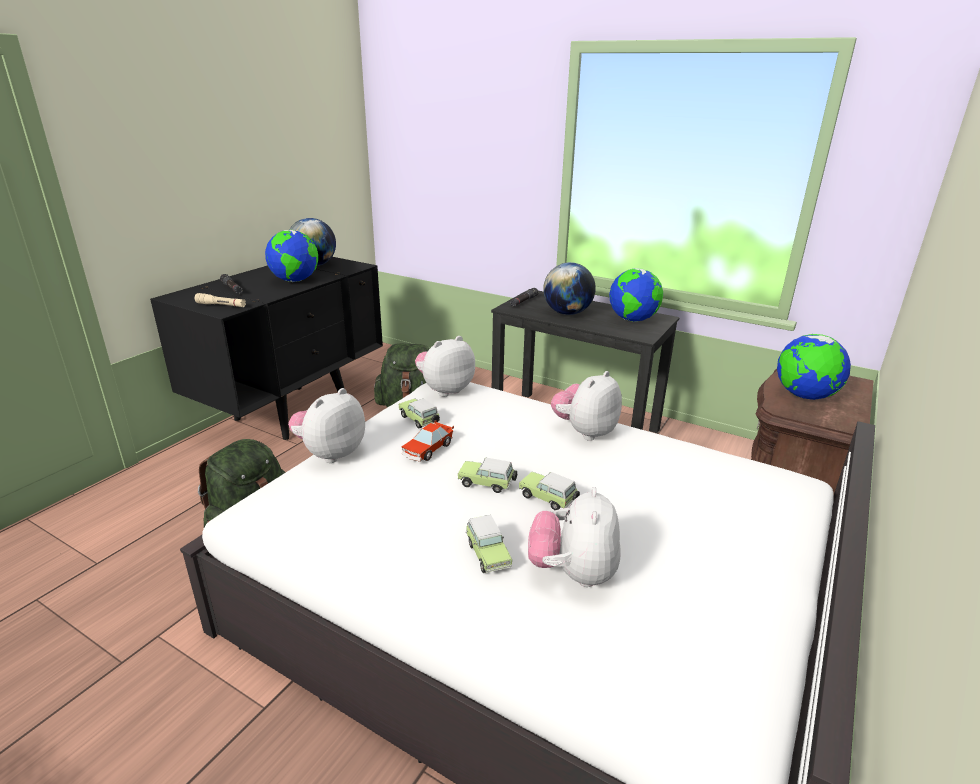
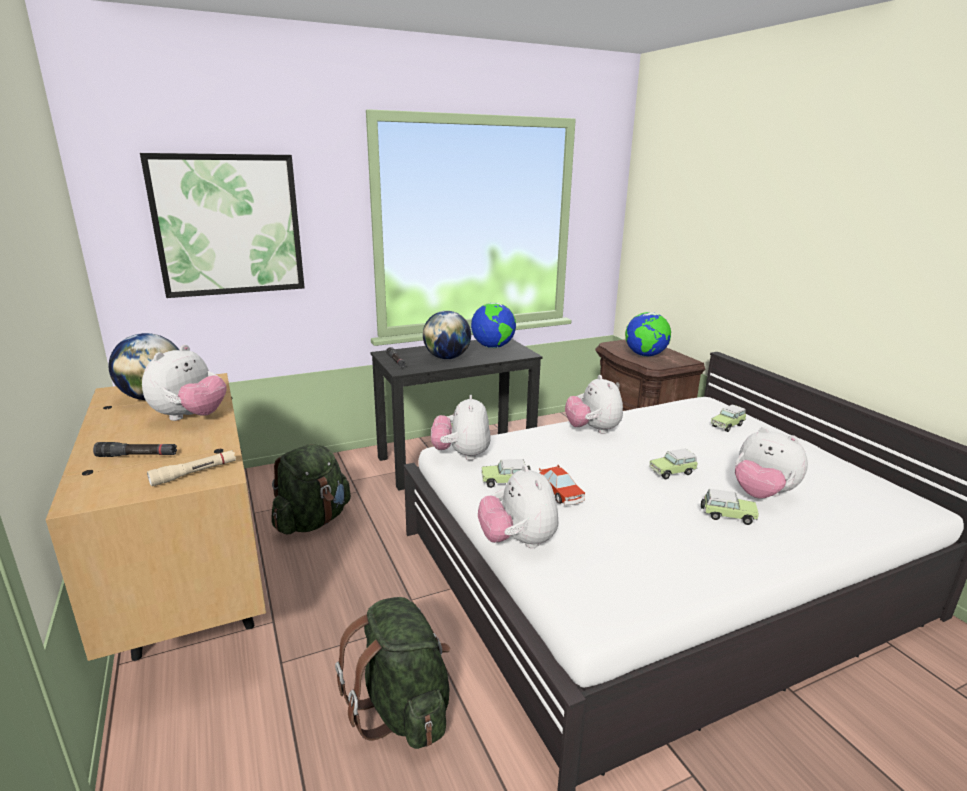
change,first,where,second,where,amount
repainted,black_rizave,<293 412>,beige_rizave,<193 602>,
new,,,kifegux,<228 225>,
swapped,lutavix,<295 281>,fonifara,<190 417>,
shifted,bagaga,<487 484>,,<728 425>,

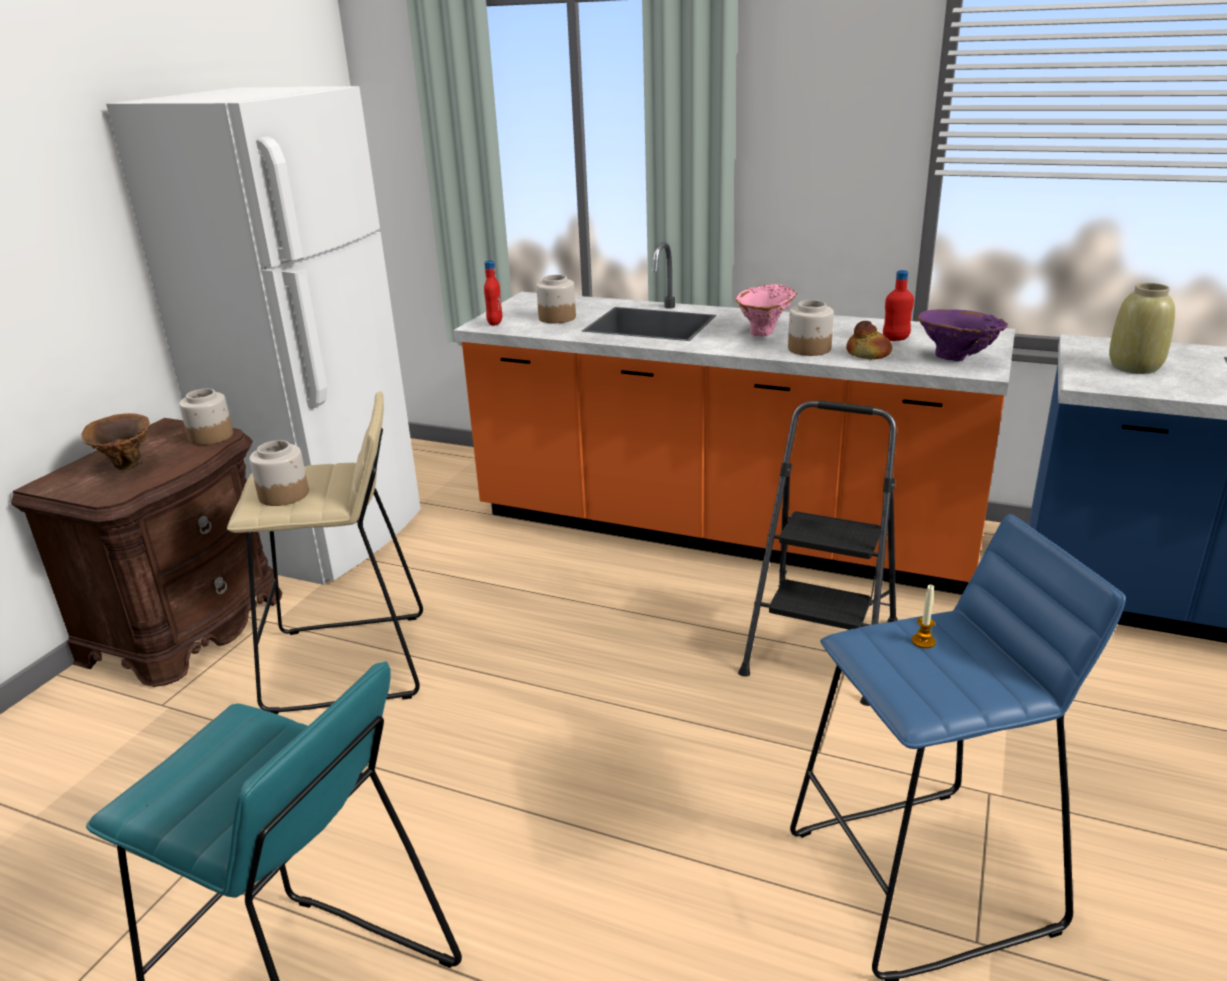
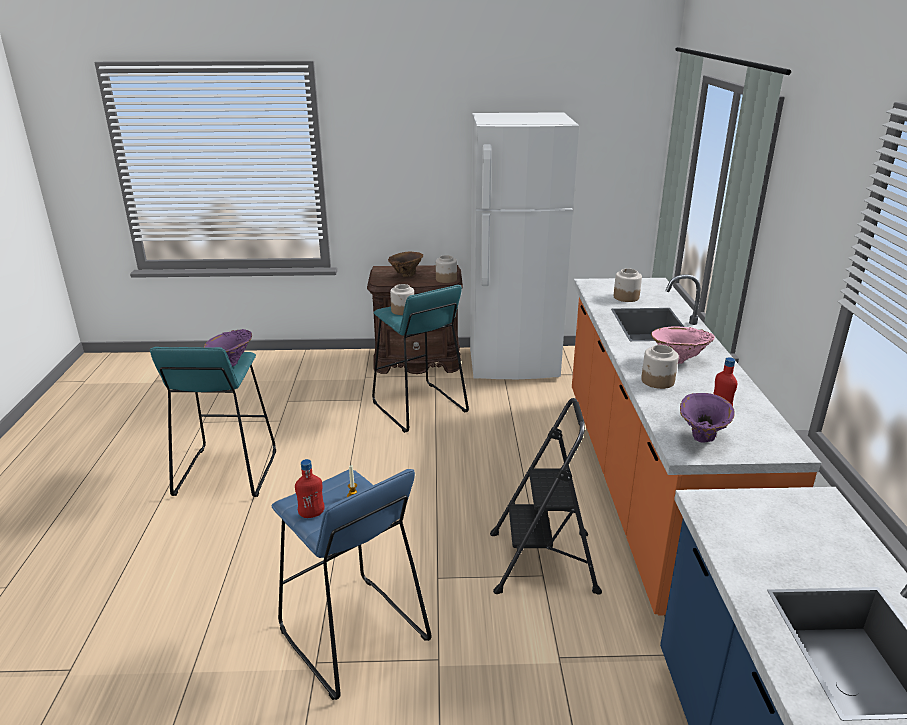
change,first,where,second,where,amount
new,,,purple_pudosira,<232 363>,
shifted,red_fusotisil,<495 323>,,<311 514>,
repainted,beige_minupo,<350 663>,turquoise_minupo,<418 408>,
gone,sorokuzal,<869 353>,,,
gone,beige_pudosira,<1134 367>,,,

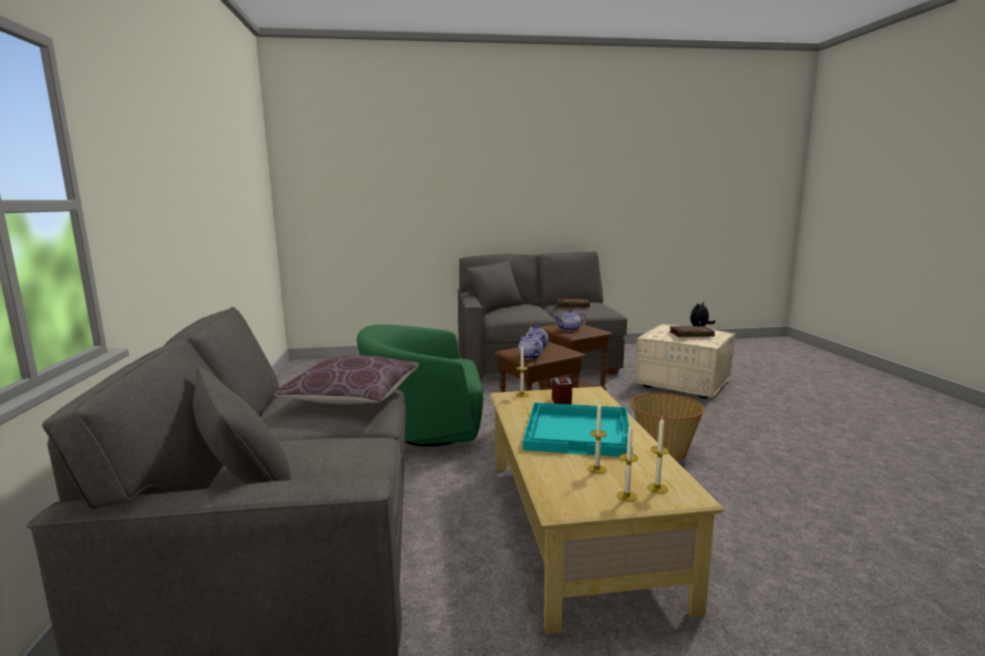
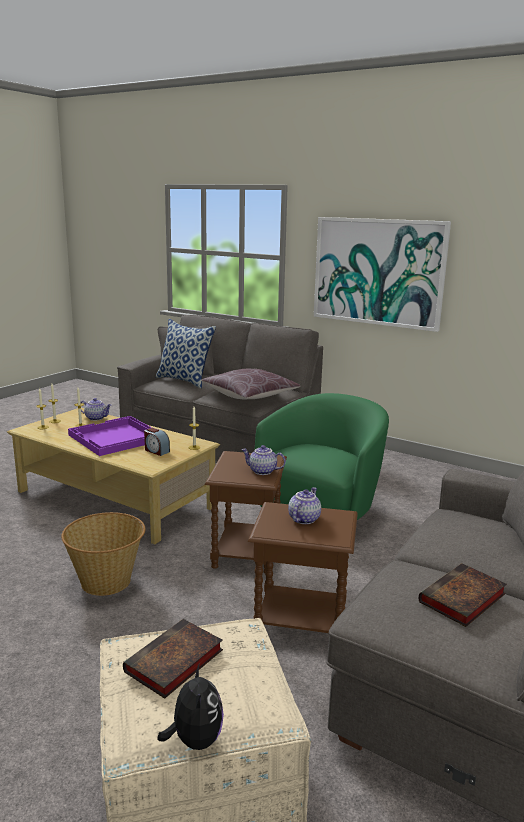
change,first,where,second,where,amount
repainted,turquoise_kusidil,<579 431>,purple_kusidil,<115 438>,
shifted,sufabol,<529 357>,,<96 418>,
new,,,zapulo,<185 380>,
new,,,kifegux,<378 272>,

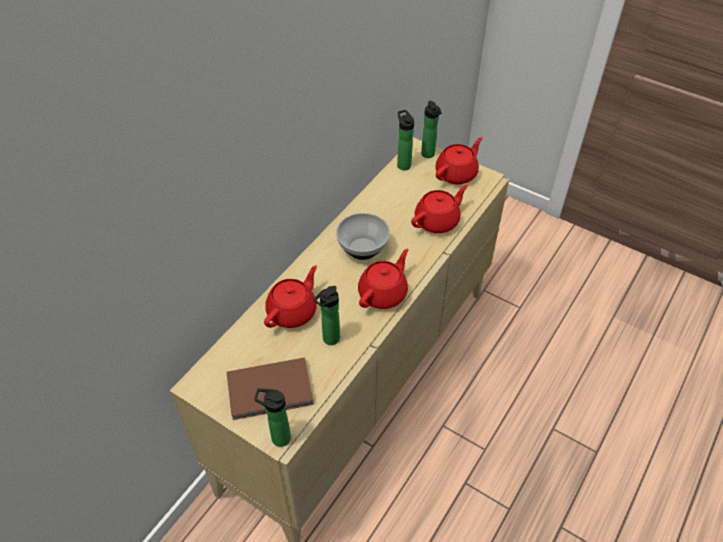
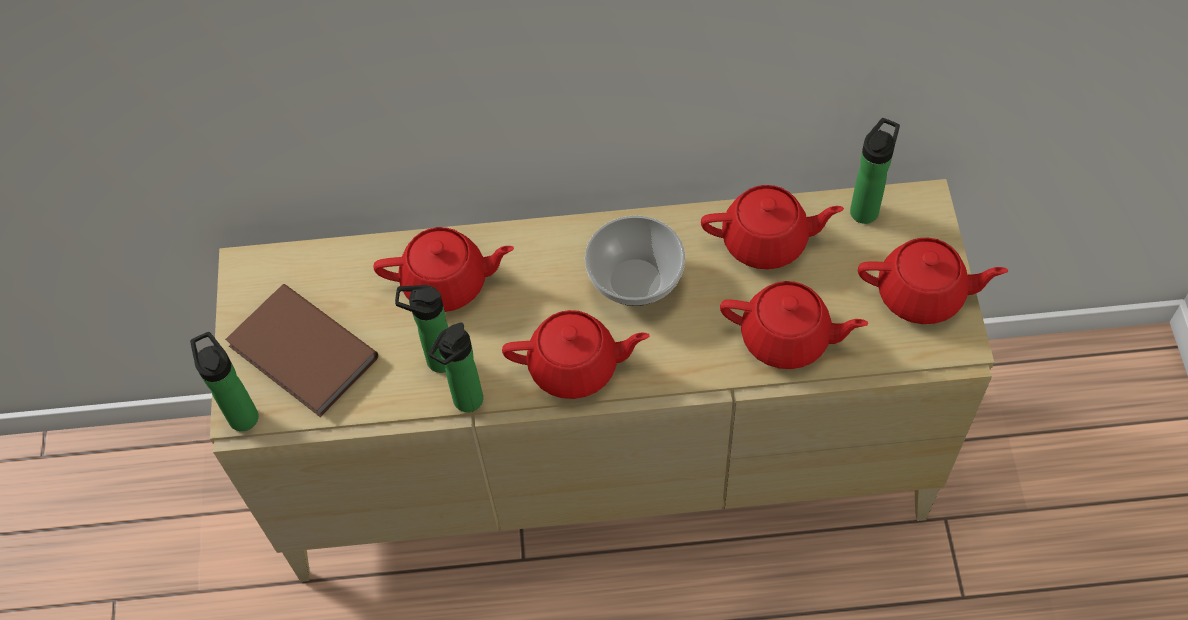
change,first,where,second,where,amount
shifted,fusotisil,<429 155>,,<465 403>,
new,,,red_sufabol,<766 241>,

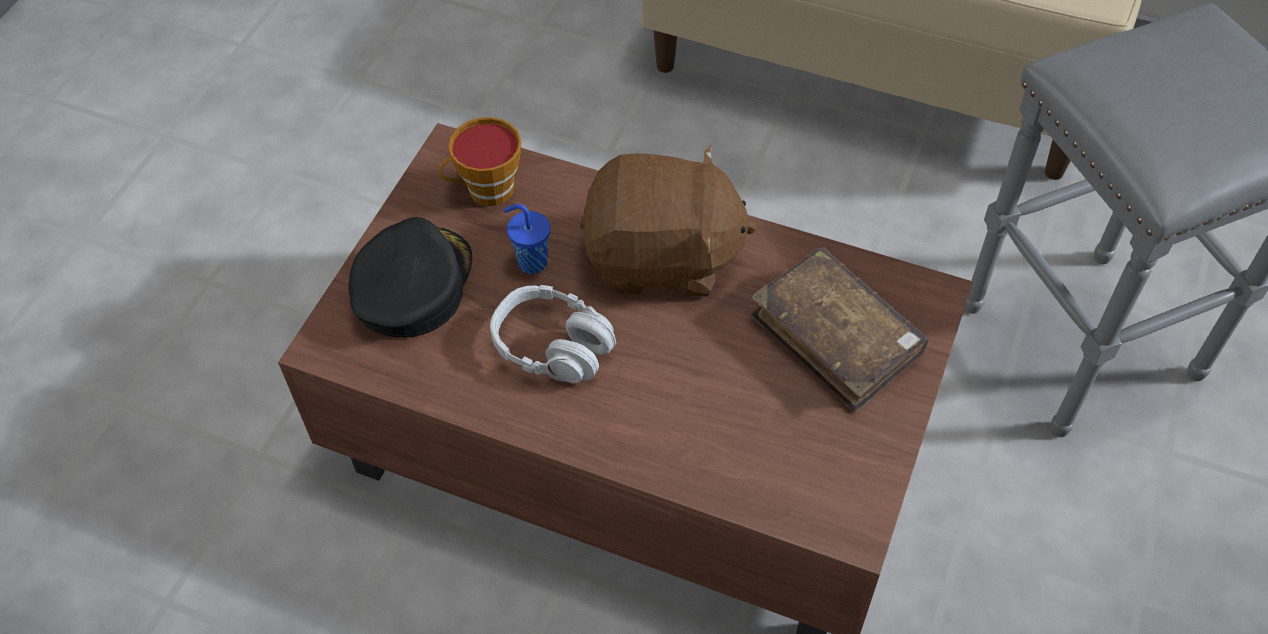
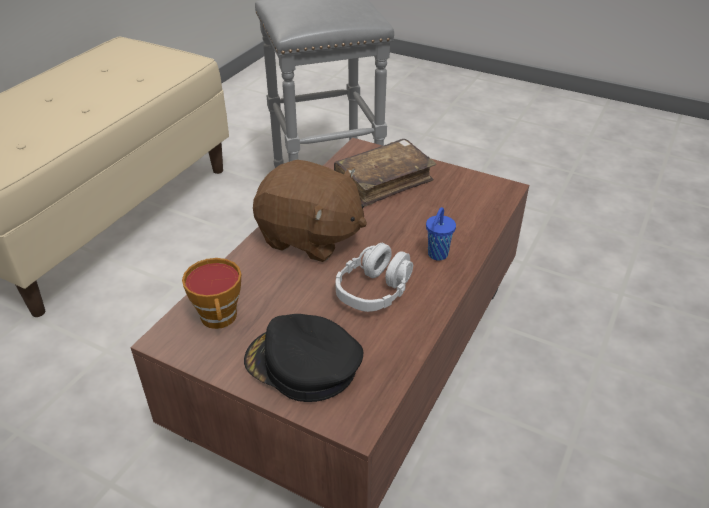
change,first,where,second,where,amount
rotated,brown_fonifara,<662 258>,,<310 237>,105 degrees clockwise
shifted,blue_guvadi,<530 262>,,<437 255>,

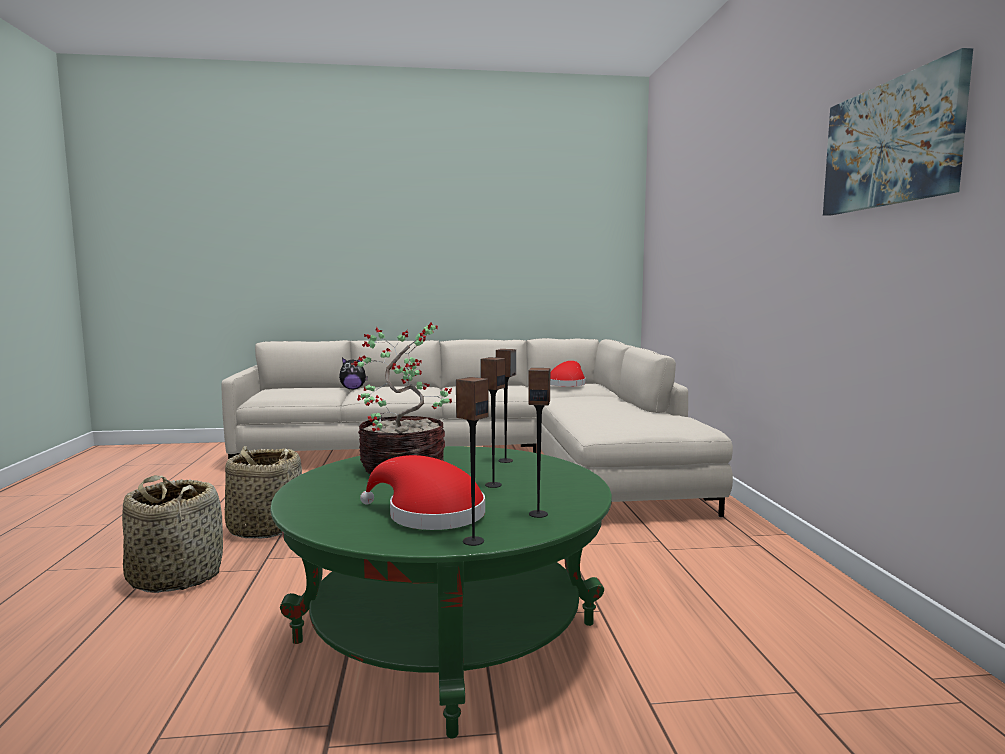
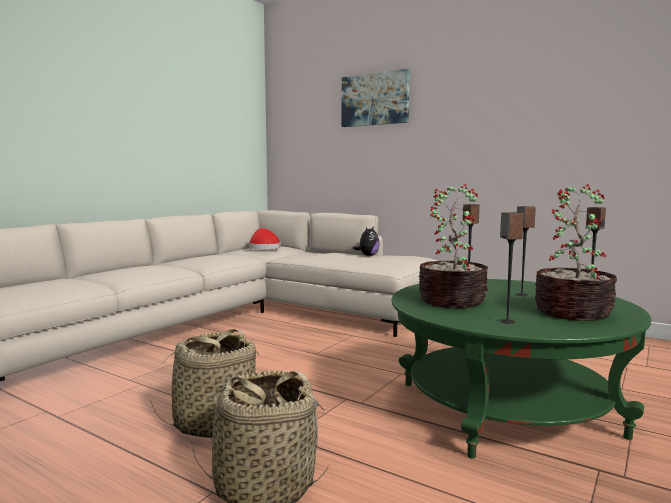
change,first,where,second,where,amount
shifted,kifegux,<891 144>,,<375 99>,
shifted,fonifara,<353 389>,,<368 255>,
shifted,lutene,<473 541>,,<506 321>,
swapped,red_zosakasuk,<429 514>,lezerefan,<571 311>,

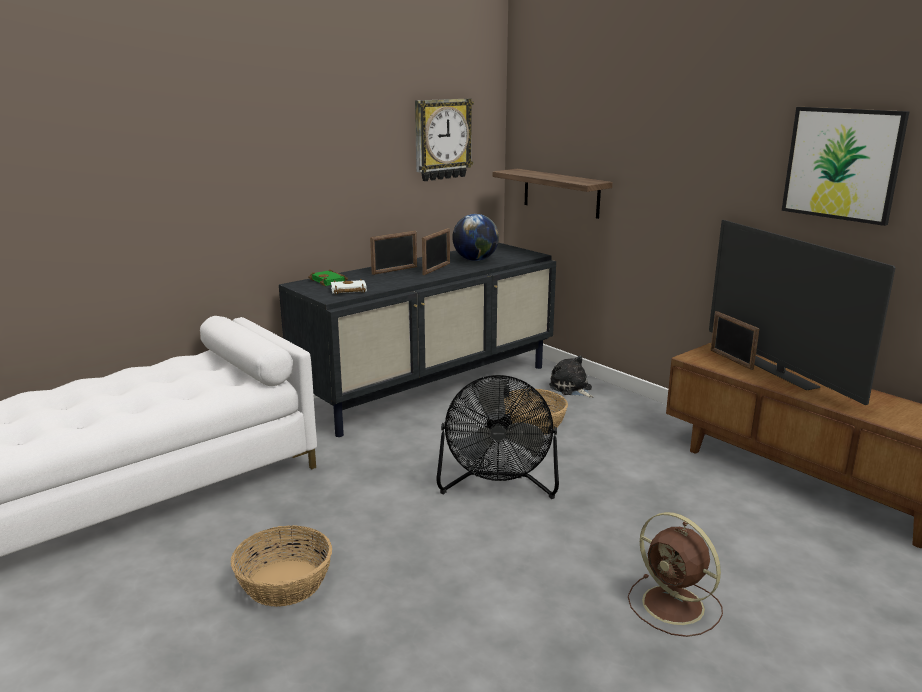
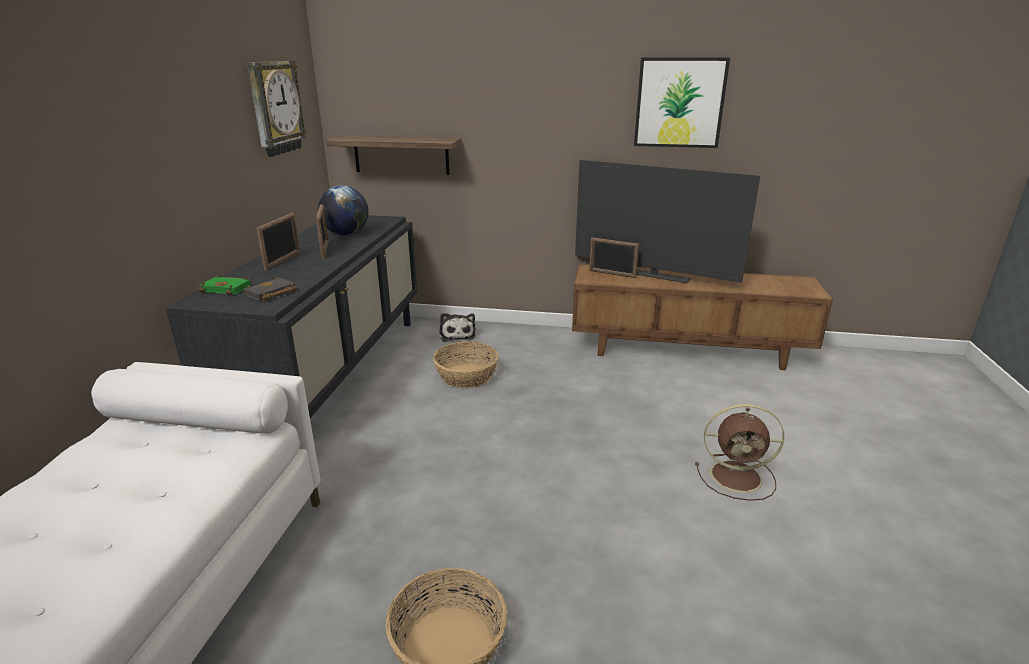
change,first,where,second,where,amount
repainted,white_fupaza,<347 290>,black_fupaza,<271 294>,
rotated,fonifara,<571 388>,,<457 335>,120 degrees counterclockwise
gone,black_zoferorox,<494 483>,,,

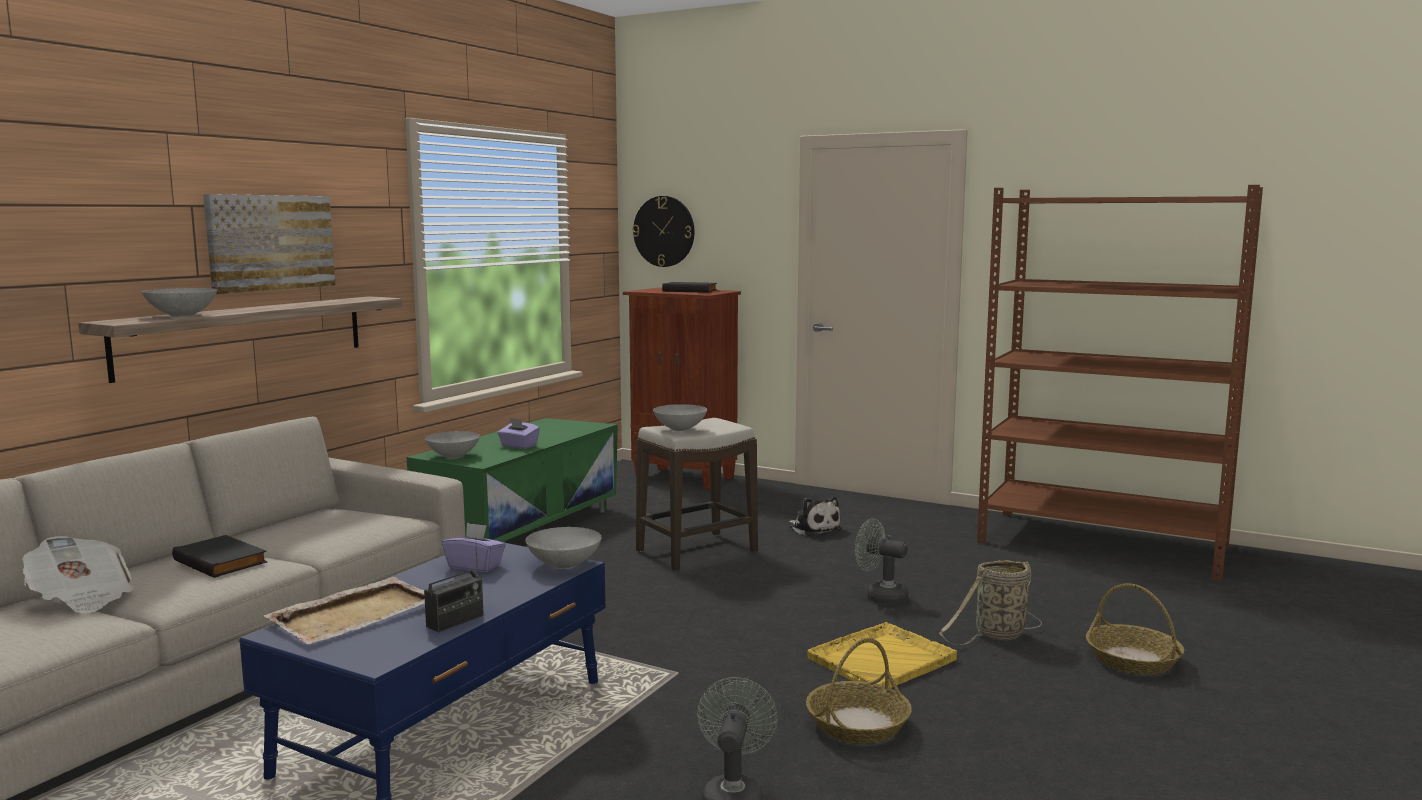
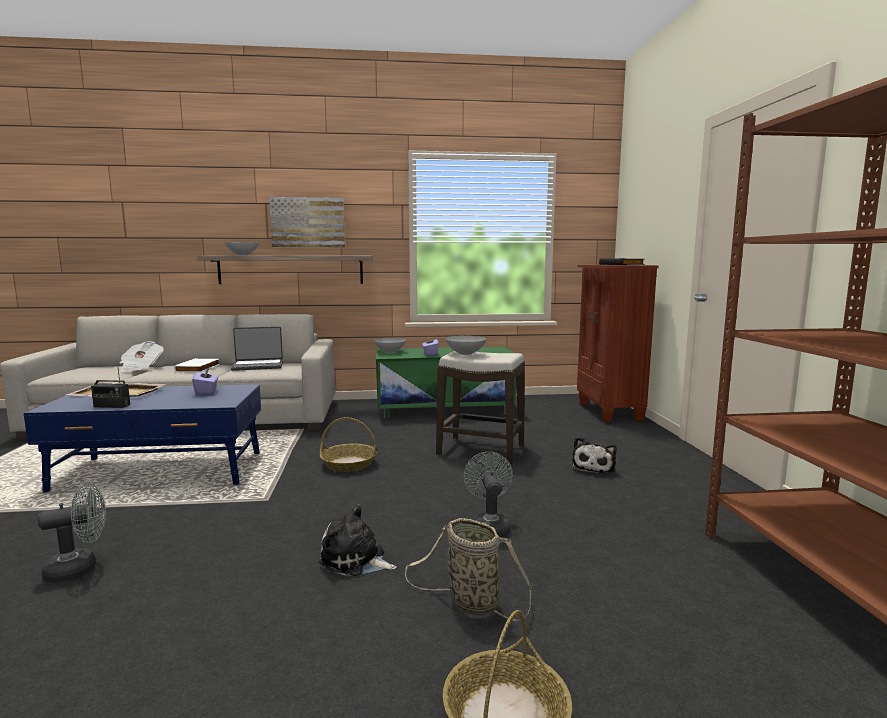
change,first,where,second,where,amount
repainted,black_fupaza,<222 561>,white_fupaza,<198 368>,
new,,,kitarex,<258 366>,
swapped,yellow_kusidil,<883 659>,fonifara,<355 560>,
shifted,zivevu,<857 724>,,<349 464>,
gone,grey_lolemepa,<563 565>,,,
gone,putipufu,<664 231>,,,

